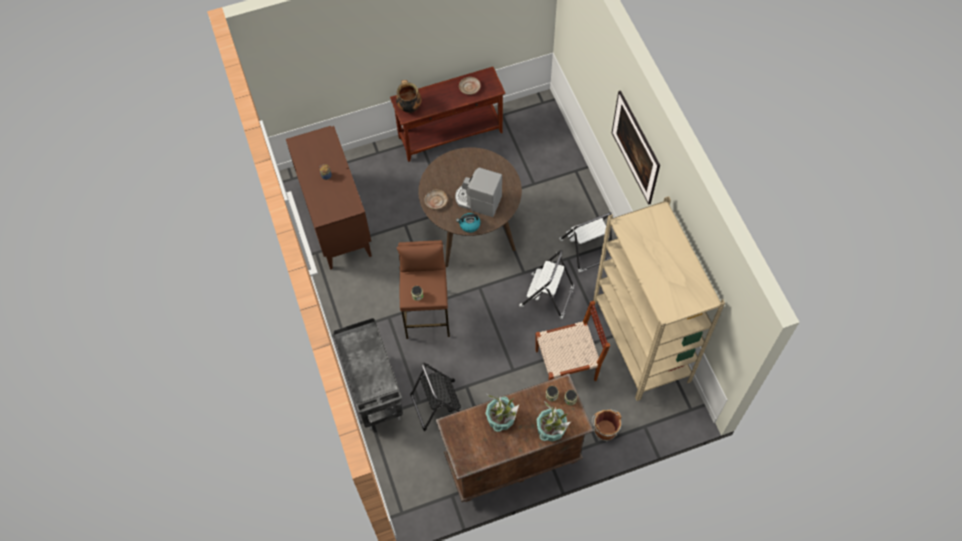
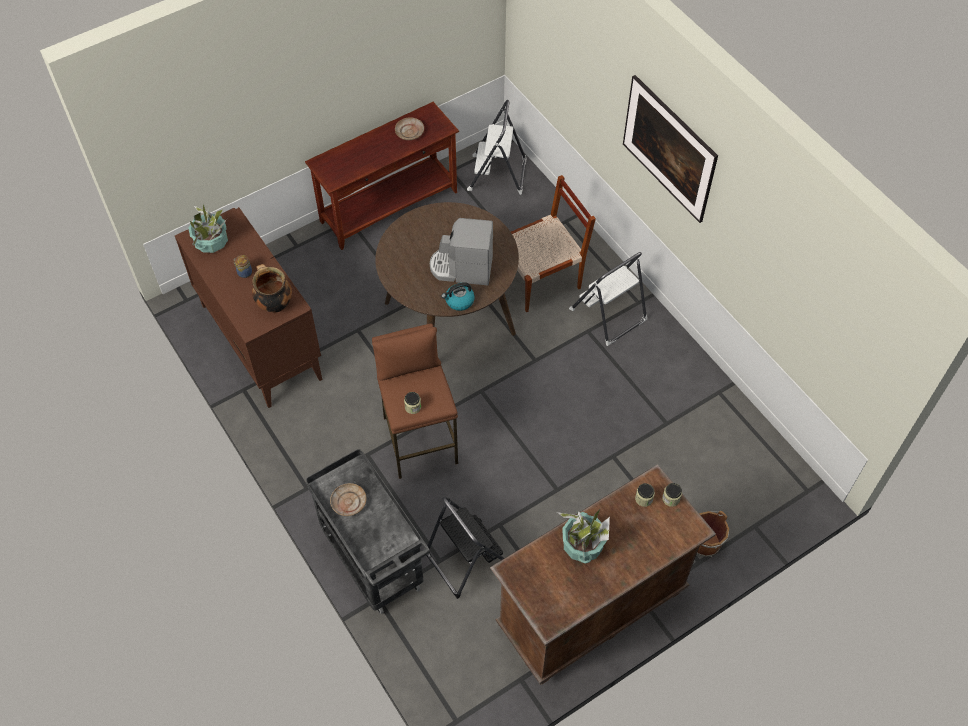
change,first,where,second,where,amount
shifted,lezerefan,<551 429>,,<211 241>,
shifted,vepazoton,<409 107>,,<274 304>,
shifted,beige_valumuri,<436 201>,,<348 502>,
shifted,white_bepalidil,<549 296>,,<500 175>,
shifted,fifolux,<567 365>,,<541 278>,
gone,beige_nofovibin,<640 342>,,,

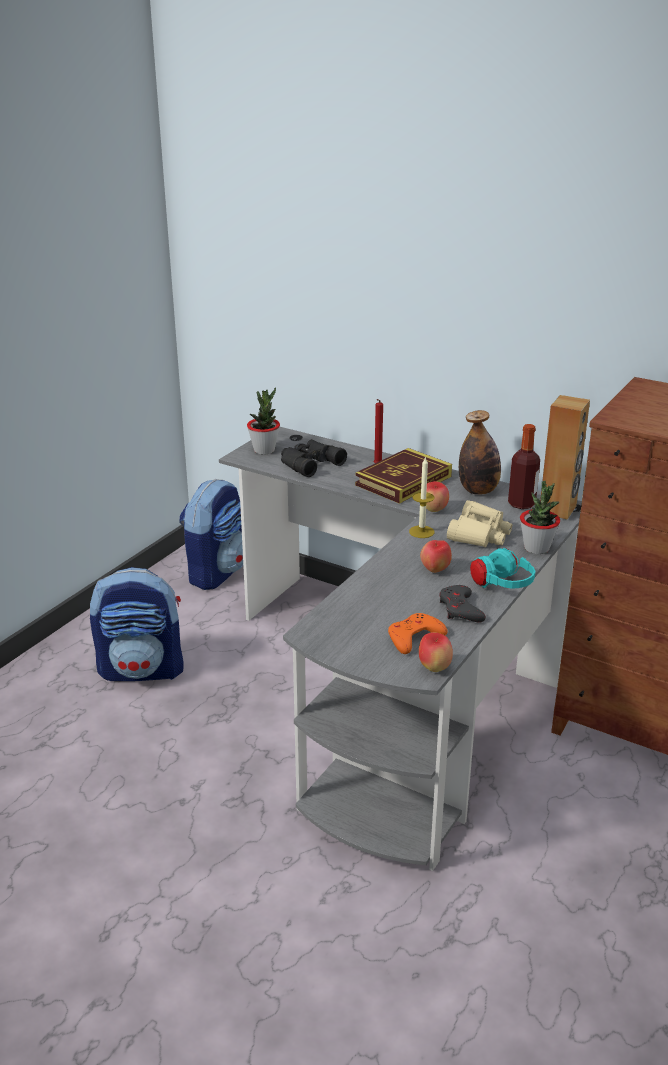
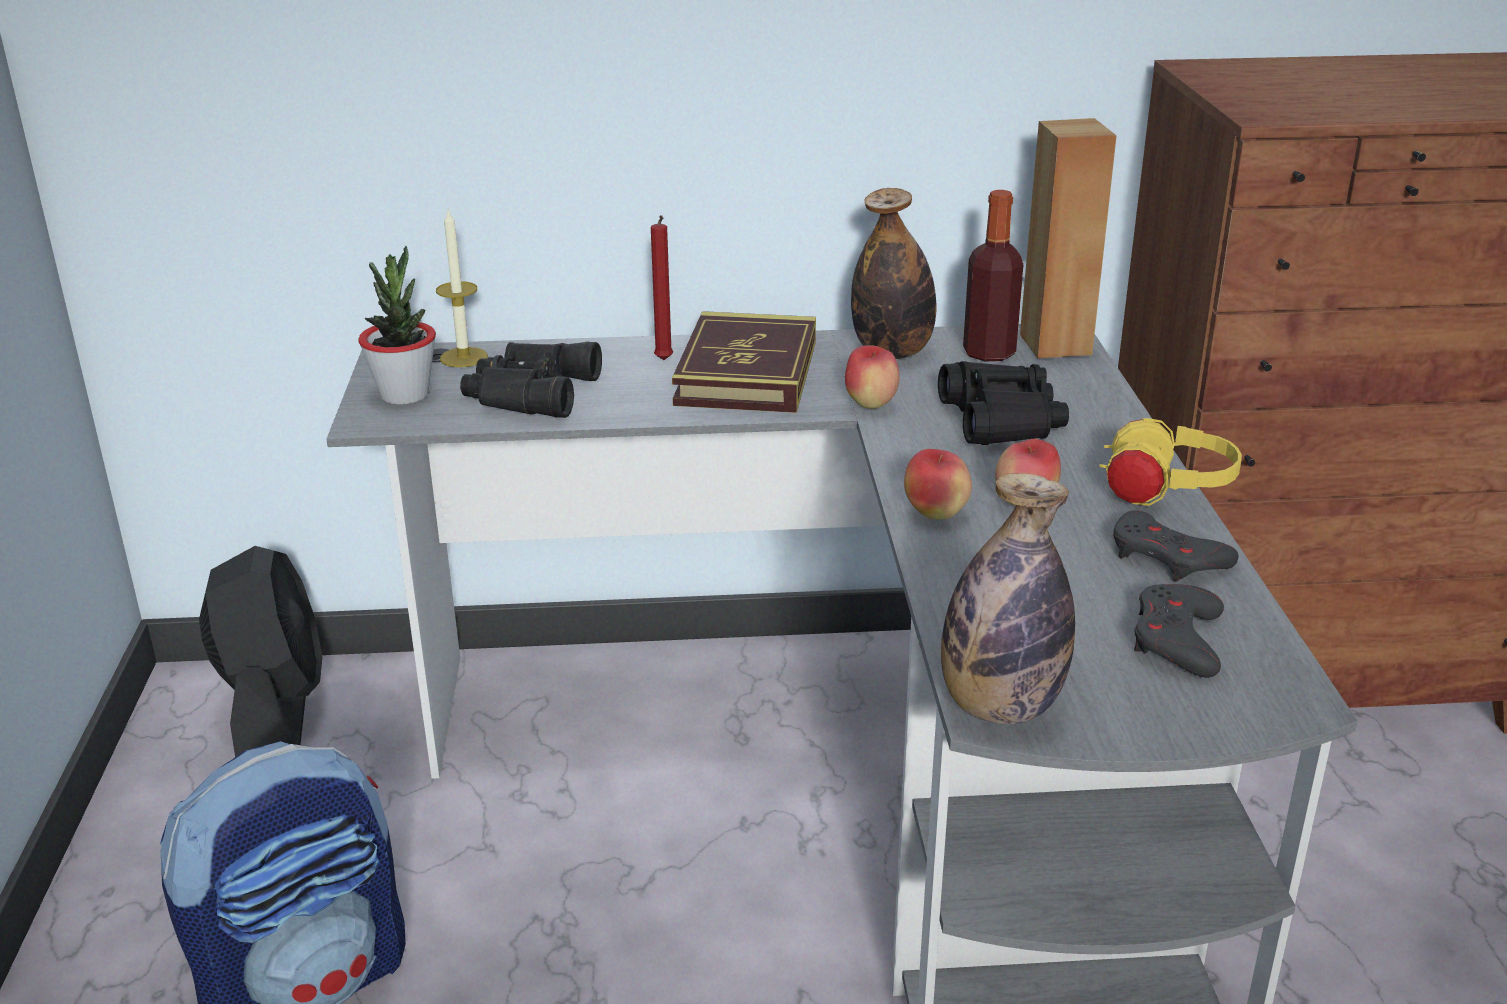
change,first,where,second,where,amount
swapped,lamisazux,<216 572>,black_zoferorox,<276 709>,
shifted,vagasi,<421 532>,,<464 357>,
shifted,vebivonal,<434 668>,,<936 515>,
repainted,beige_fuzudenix,<479 534>,black_fuzudenix,<1001 421>,
new,,,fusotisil,<999 707>,
repainted,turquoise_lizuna,<501 586>,yellow_lizuna,<1165 493>,
repainted,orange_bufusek,<414 637>,grey_bufusek,<1177 639>,
gone,lezerefan,<536 548>,,,

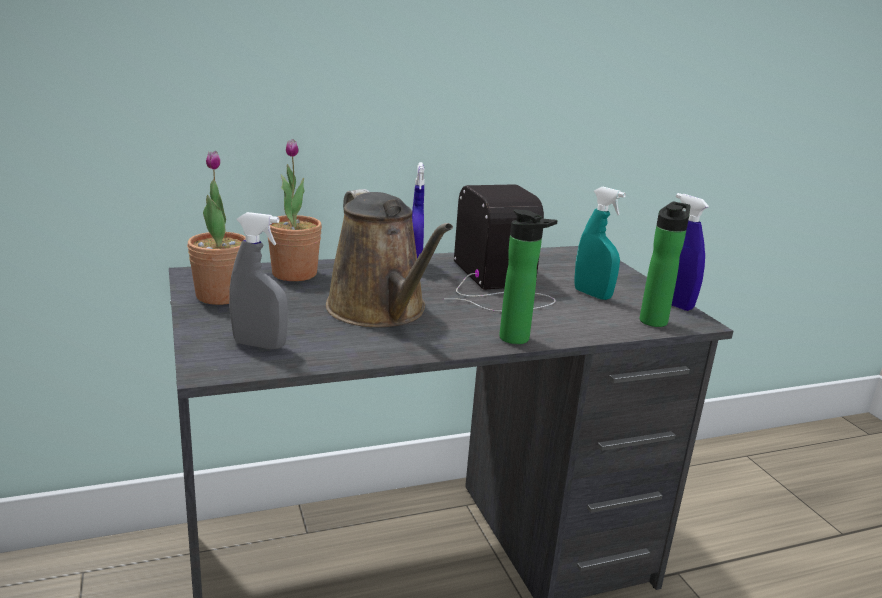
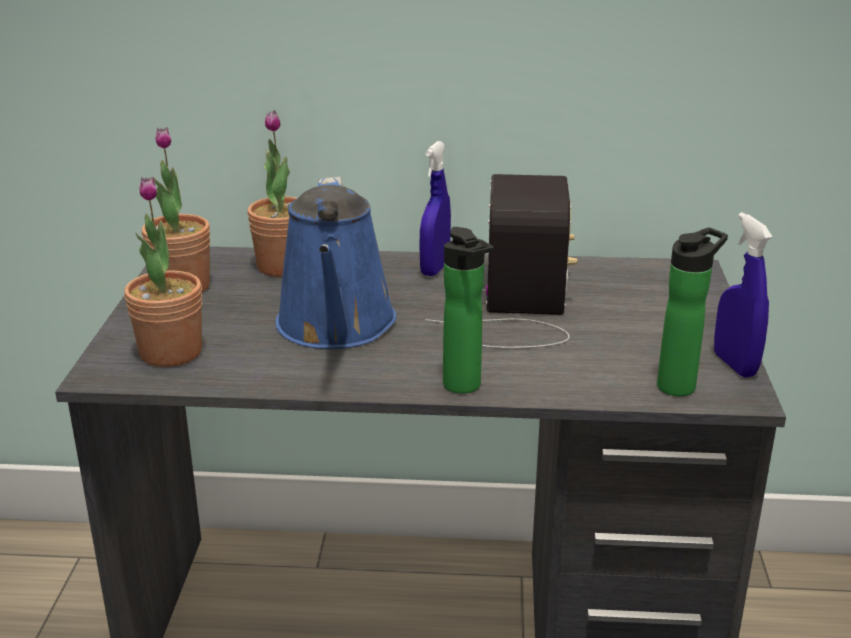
change,first,where,second,where,amount
swapped,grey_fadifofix,<259 345>,lezerefan,<171 352>,
repainted,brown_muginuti,<380 311>,blue_muginuti,<336 327>,
gone,turquoise_fadifofix,<592 294>,,,

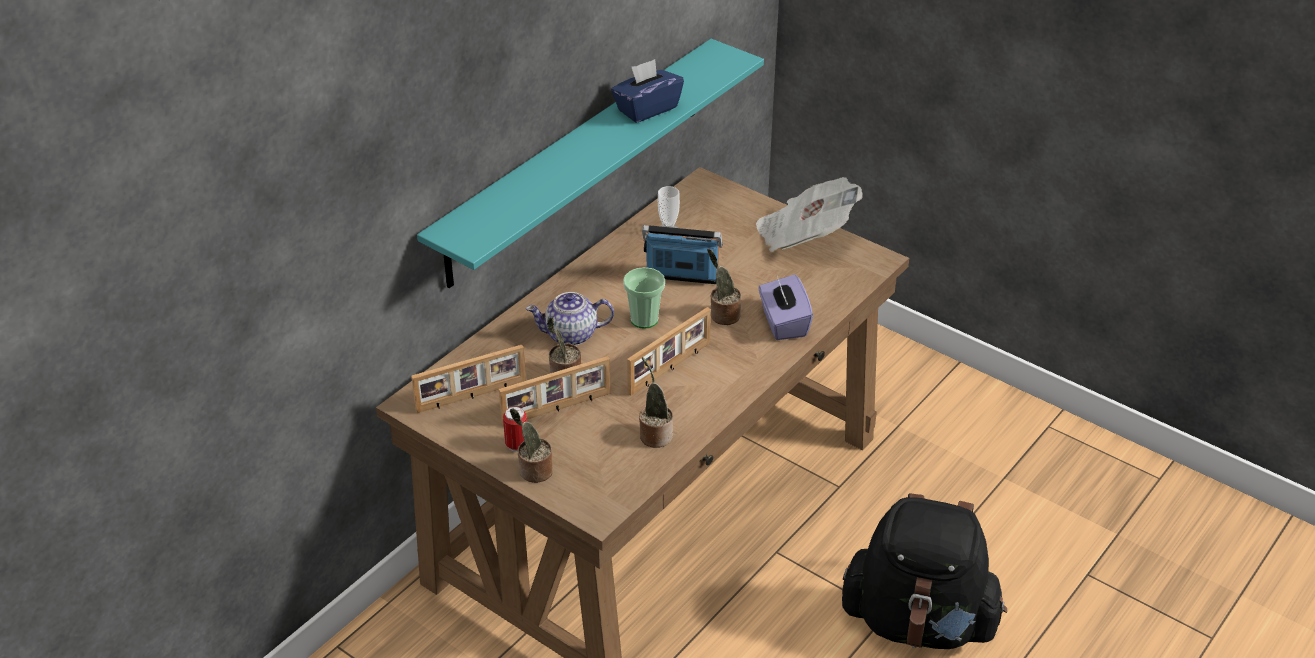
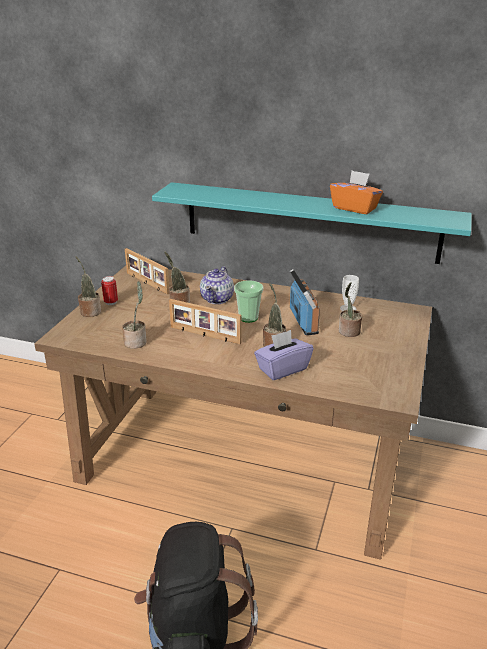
change,first,where,second,where,amount
rotated,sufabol,<572 335>,,<217 299>,135 degrees counterclockwise
repainted,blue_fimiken,<647 109>,orange_fimiken,<354 208>,
new,,,lezerefan,<348 332>,
gone,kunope,<557 409>,,,
gone,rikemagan,<804 236>,,,

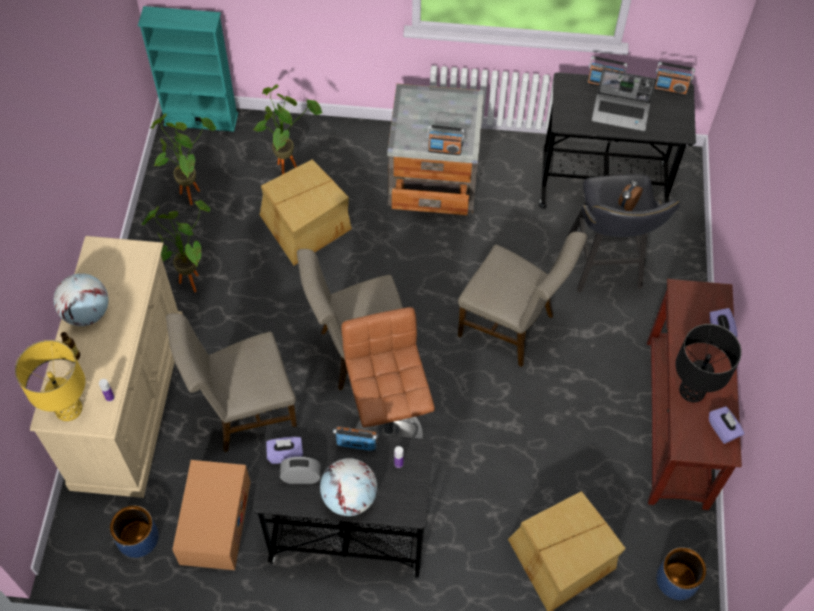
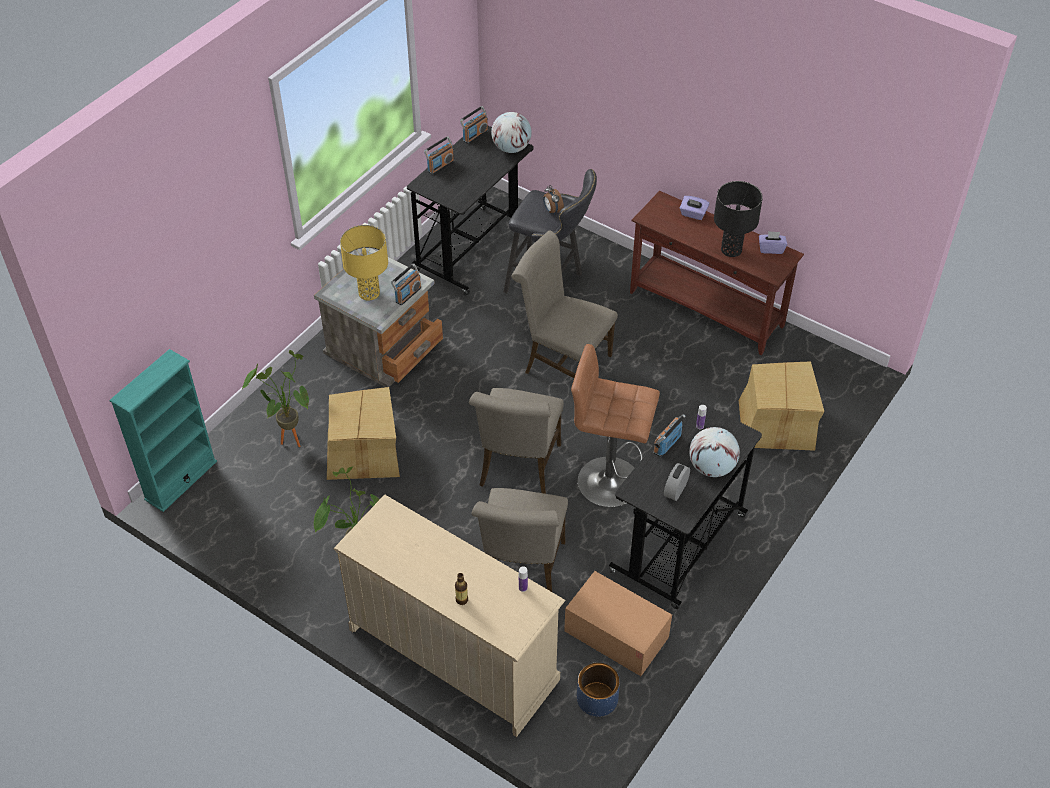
change,first,where,second,where,amount
shifted,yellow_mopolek,<68 409>,,<369 293>,
shifted,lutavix,<87 313>,,<511 148>,
rotated,beige_fifolux,<512 327>,,<563 362>,120 degrees counterclockwise
gone,lezerefan,<191 191>,,,
gone,purple_fimiken,<285 454>,,,
gone,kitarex,<621 112>,,,
gone,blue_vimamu,<677 580>,,,

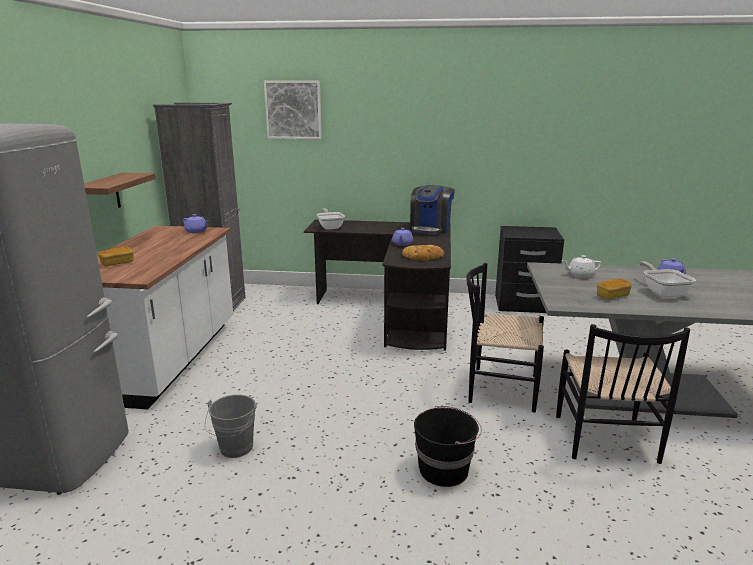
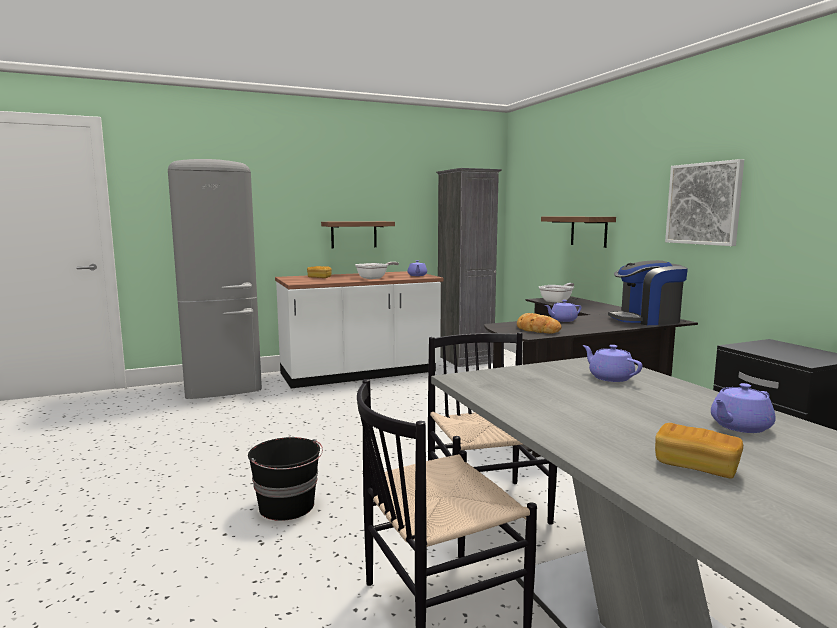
change,first,where,second,where,amount
shifted,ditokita,<662 292>,,<375 278>,
new,,,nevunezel,<589 231>,
repainted,white_sufabol,<580 275>,purple_sufabol,<610 377>,
shifted,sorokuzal,<612 296>,,<696 467>,
shifted,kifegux,<293 110>,,<703 203>,
gone,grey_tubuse,<235 450>,,,

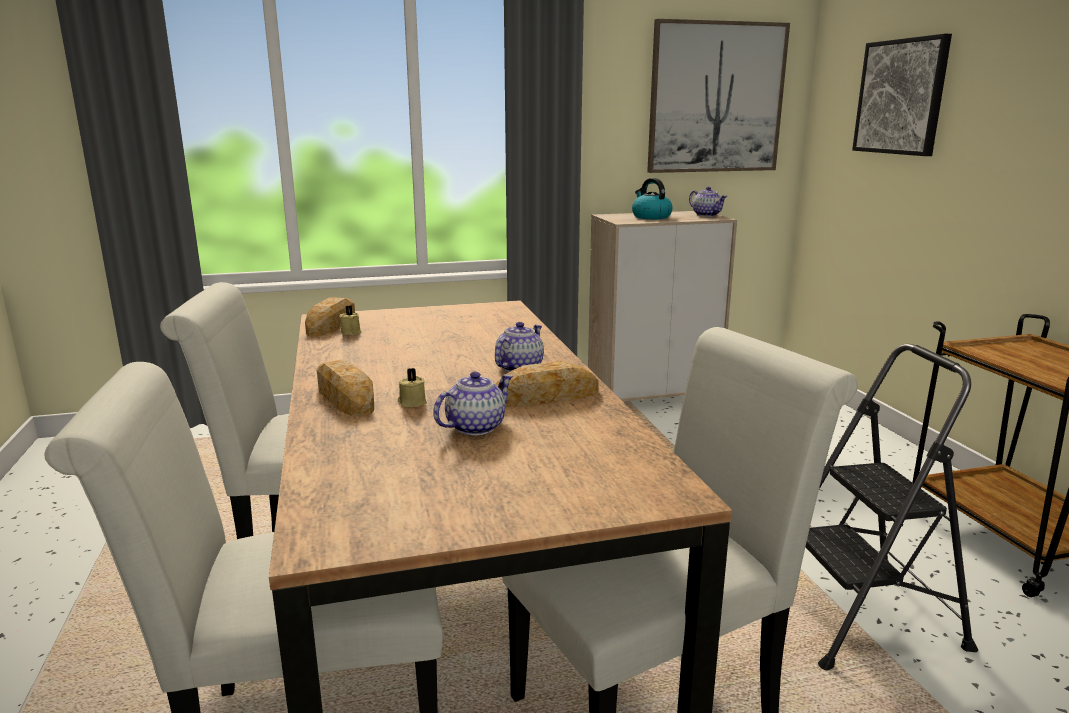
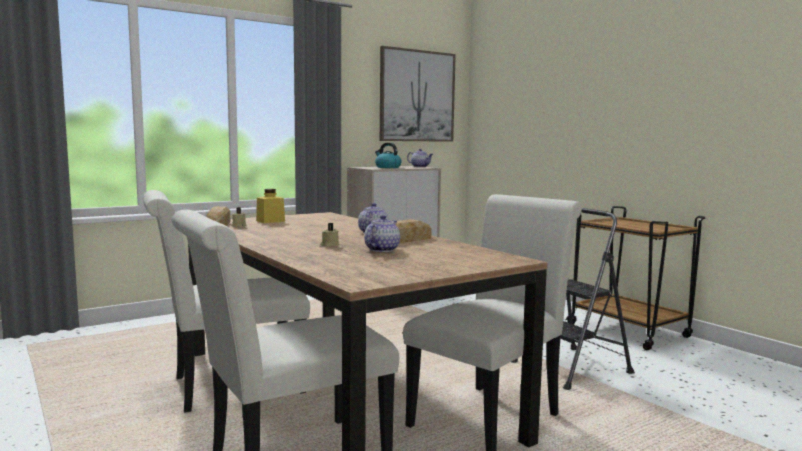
change,first,where,second,where,amount
new,,,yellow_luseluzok,<270 221>,
gone,sorokuzal,<345 396>,,,
gone,kifegux,<901 97>,,,

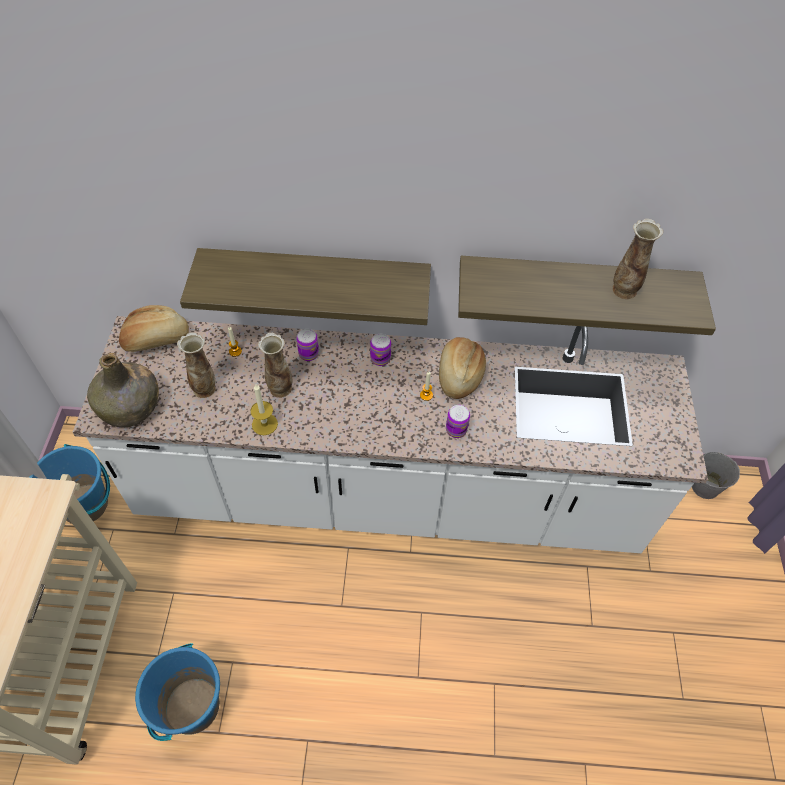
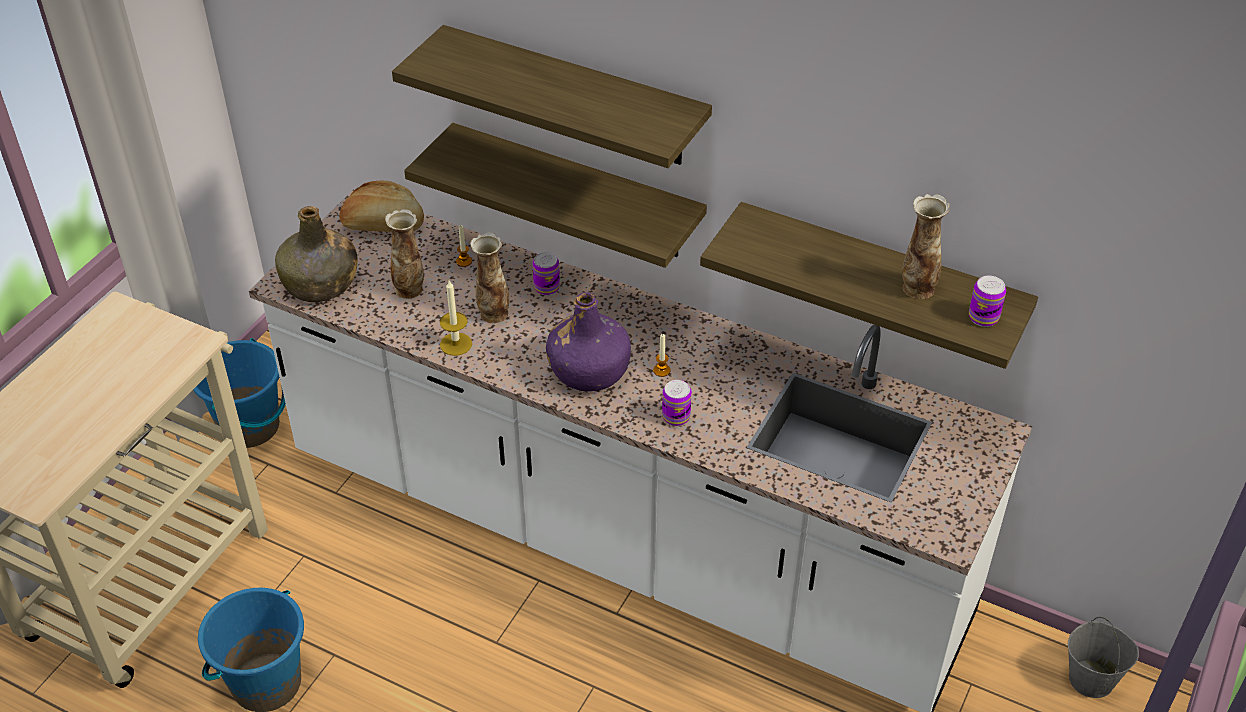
change,first,where,second,where,amount
new,,,nevunezel,<574 97>,
new,,,purple_fusotisil,<589 370>,
shifted,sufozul,<380 359>,,<983 317>,
gone,sorokuzal,<459 375>,,,

